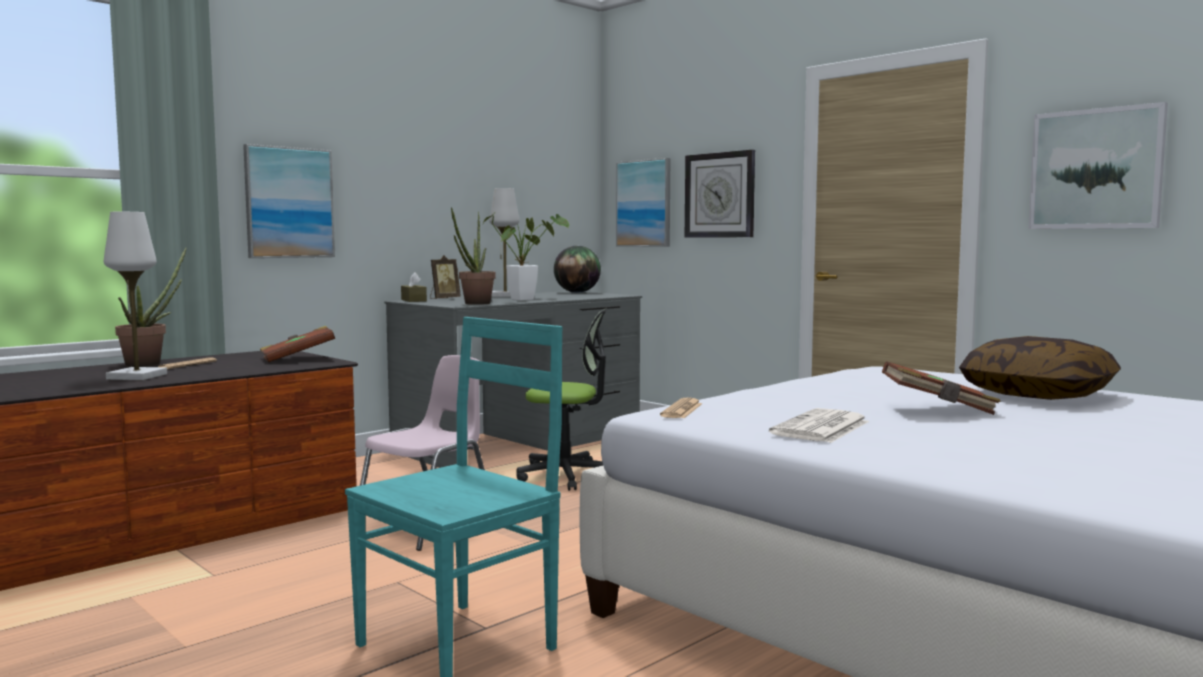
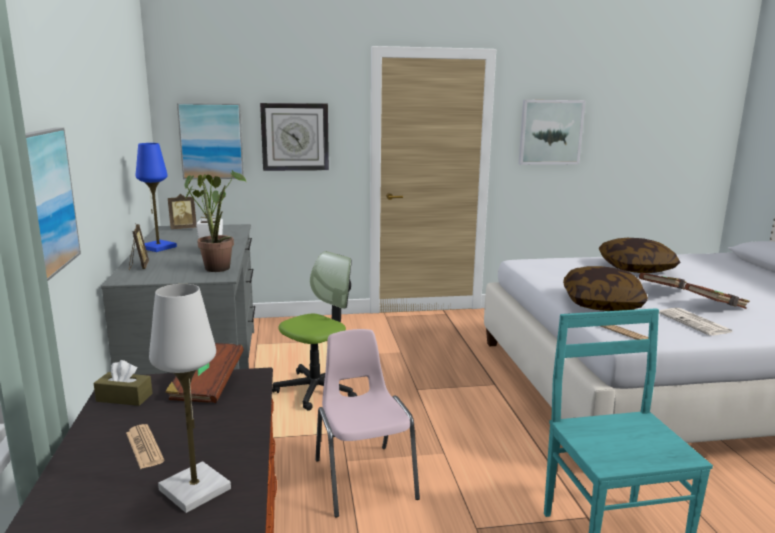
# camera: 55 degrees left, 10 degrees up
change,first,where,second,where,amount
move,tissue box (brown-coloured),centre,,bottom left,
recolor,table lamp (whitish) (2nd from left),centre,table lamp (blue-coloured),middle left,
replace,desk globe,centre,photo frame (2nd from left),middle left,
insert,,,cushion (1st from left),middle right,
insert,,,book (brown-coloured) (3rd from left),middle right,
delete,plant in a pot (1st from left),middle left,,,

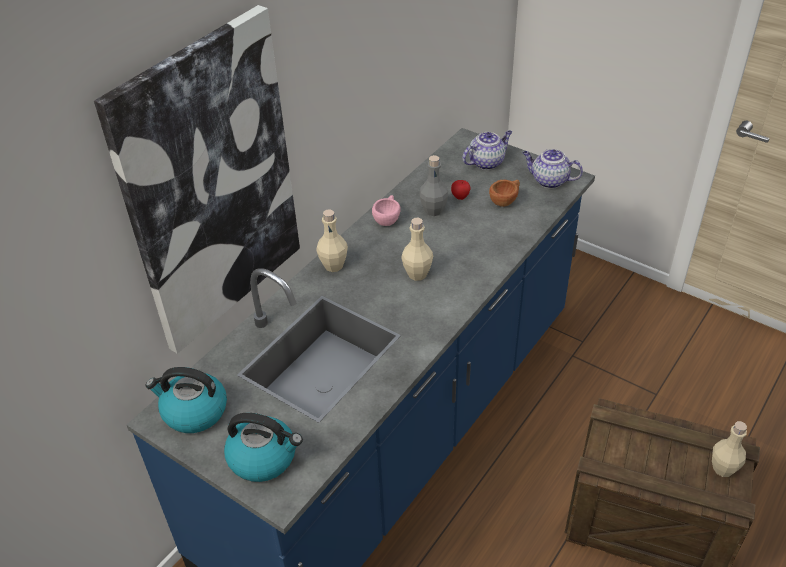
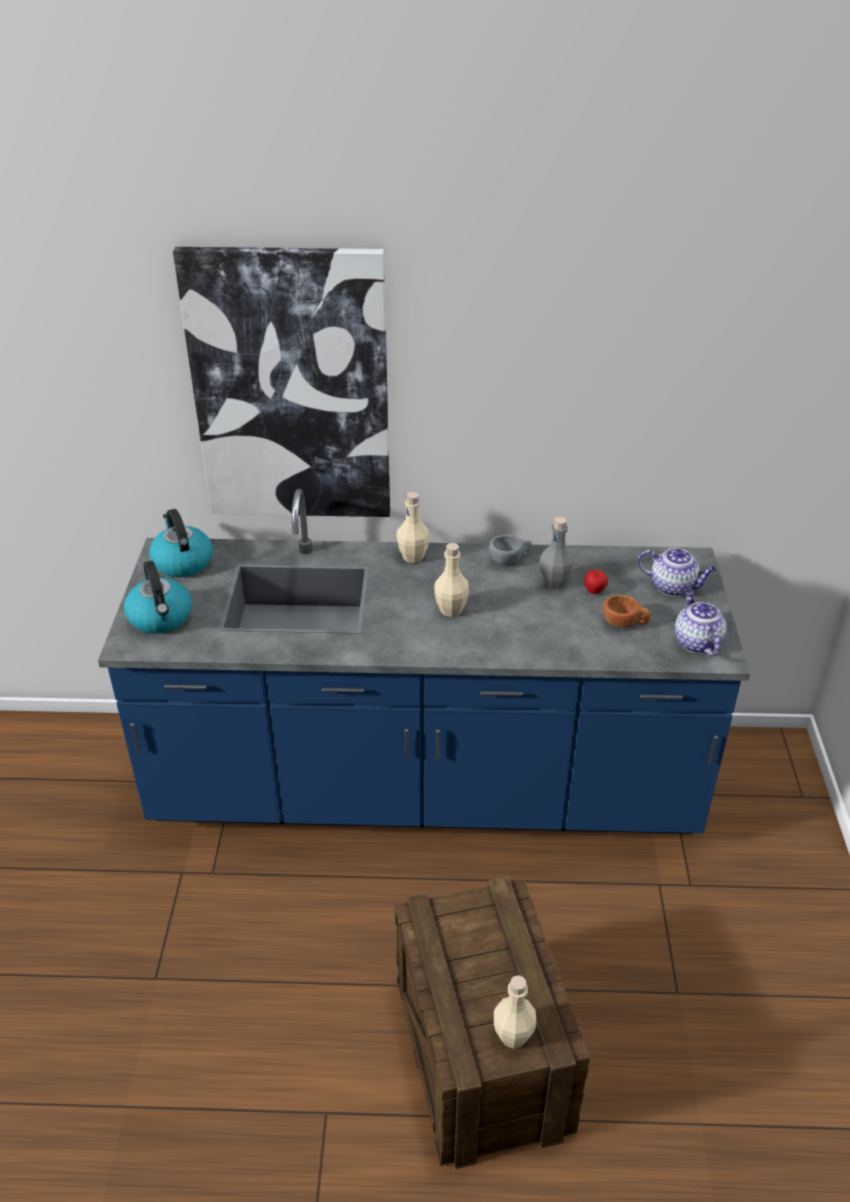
# camera: 55 degrees right, 5 degrees down
change,first,where,second,where,amount
recolor,drinking cup (pink),centre,drinking cup (grey),centre,

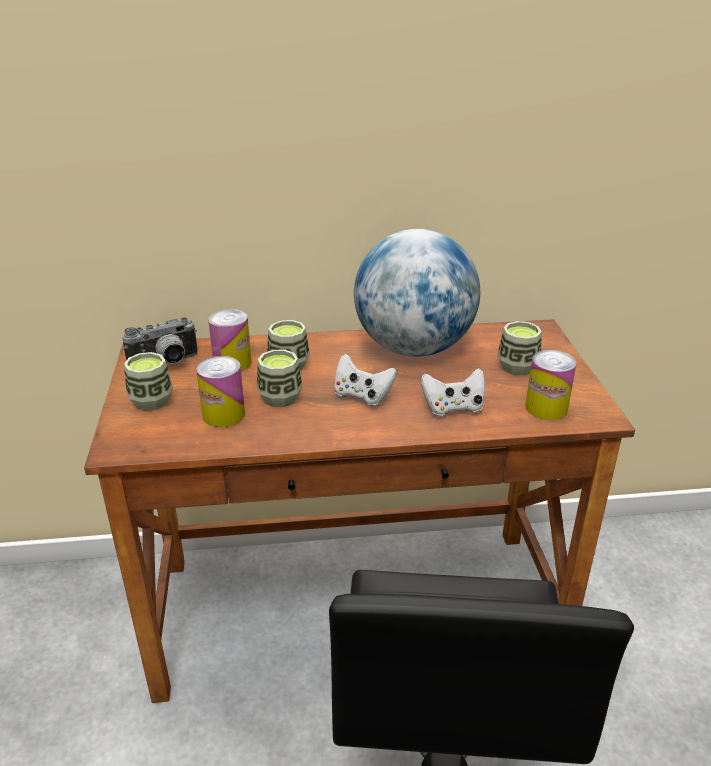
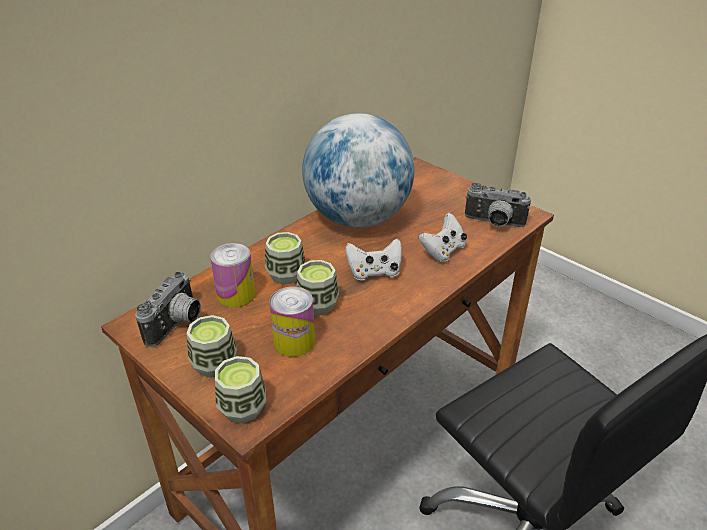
# camera: 40 degrees left, 5 degrees up
change,first,where,second,where,amount
move,drinking cup (4th from left in the first image),middle right,drinking cup (2nd from left),bottom centre,
replace,metal can (3rd from left),middle right,photo camera (2nd from left),middle right,

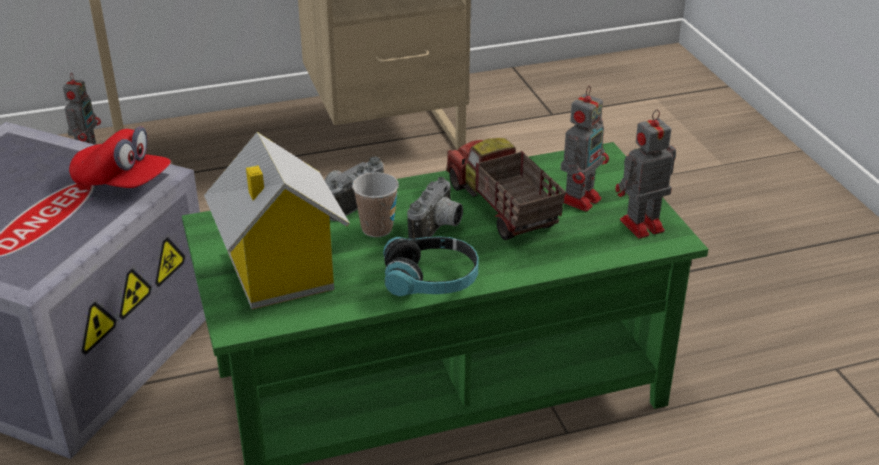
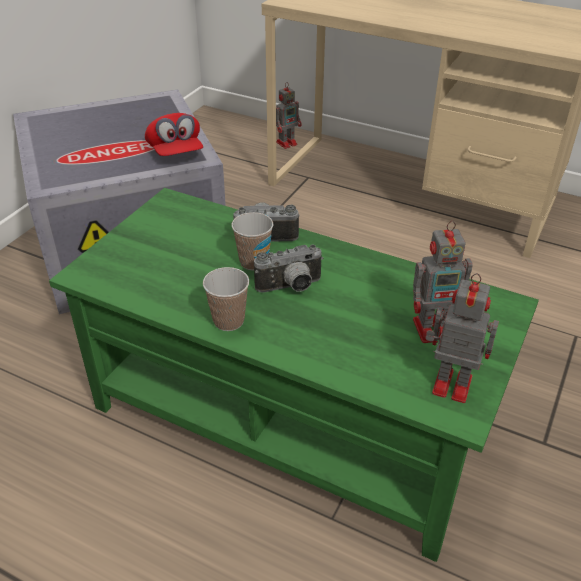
# camera: 45 degrees right, 5 degrees up
change,first,where,second,where,amount
replace,pair of headphones,centre,drinking cup (1st from left),centre,
delete,miniature house,middle left,,,
delete,toy truck,centre,,,

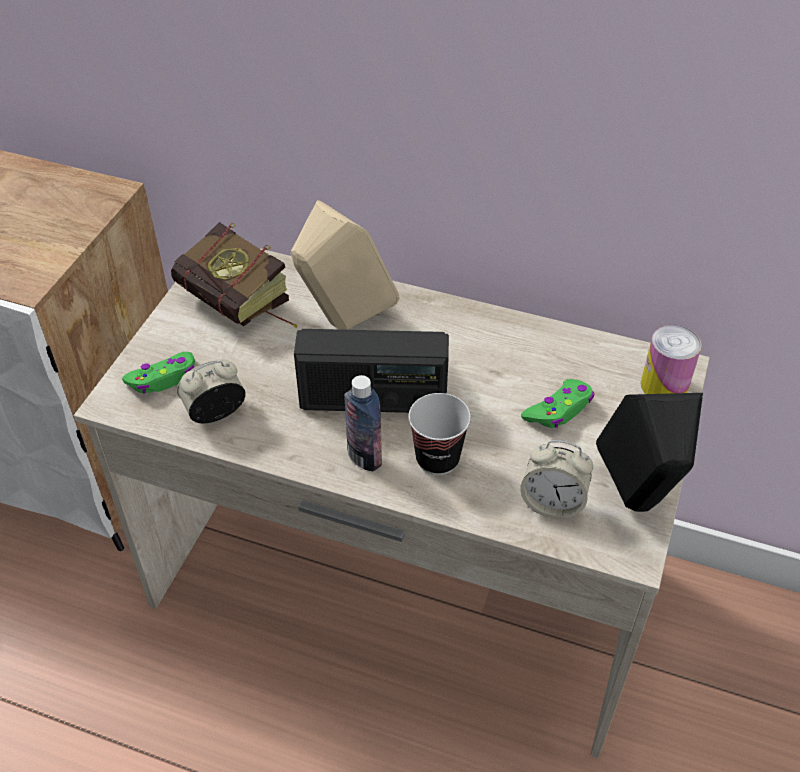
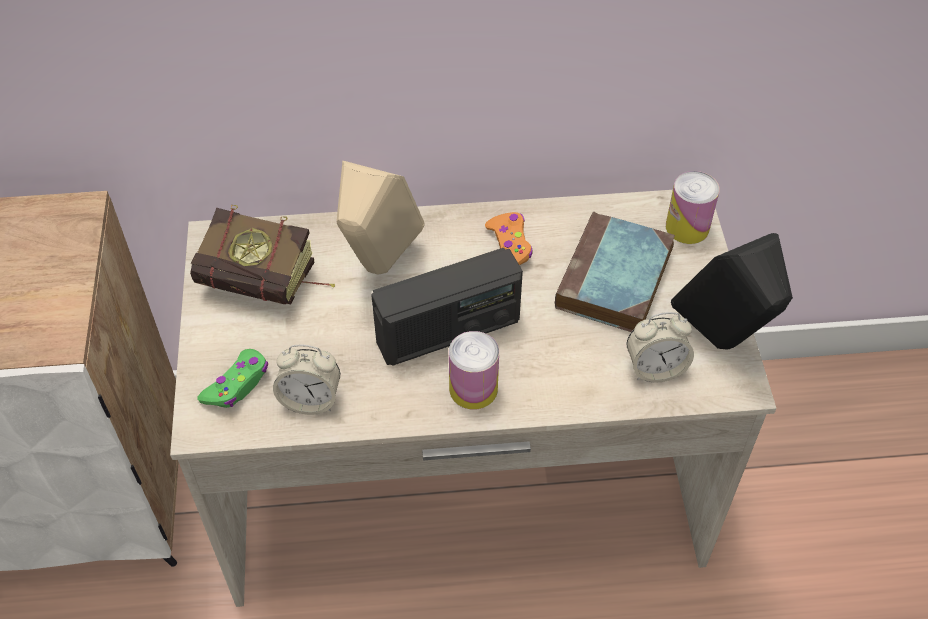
# camera: 25 degrees left, 5 degrees up
change,first,where,second,where,amount
rotate,table clock (1st from left),middle left,,middle left,120 degrees counterclockwise
replace,drink bottle,centre,metal can (1st from left),centre,
insert,,,gamepad (orangey),centre,
replace,gamepad (green-coloured) (2nd from left),middle right,book (2nd from left),centre,
delete,drinking cup,centre,,,

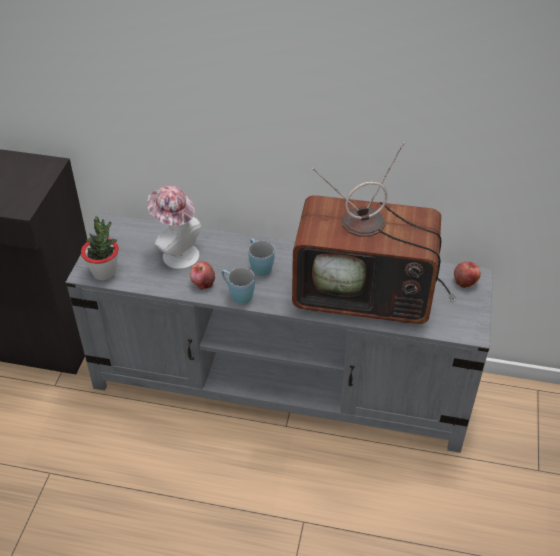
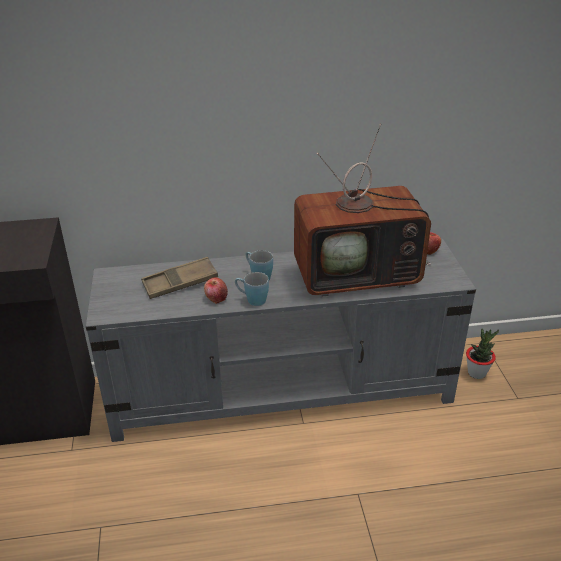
# camera: 20 degrees left, 10 degrees down
change,first,where,second,where,amount
replace,hat,middle left,carrying tray (brown-coloured),middle left,
move,plant in a pot,middle left,,middle right,

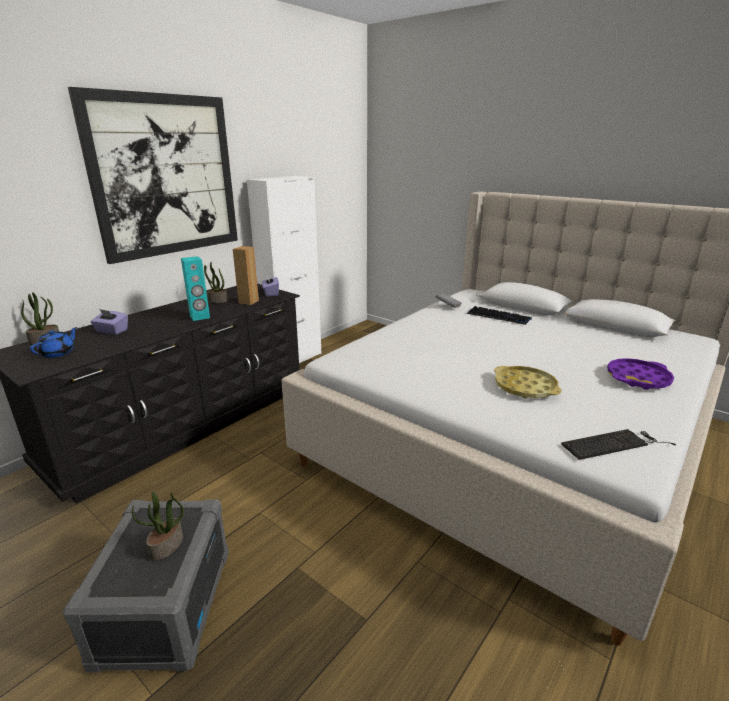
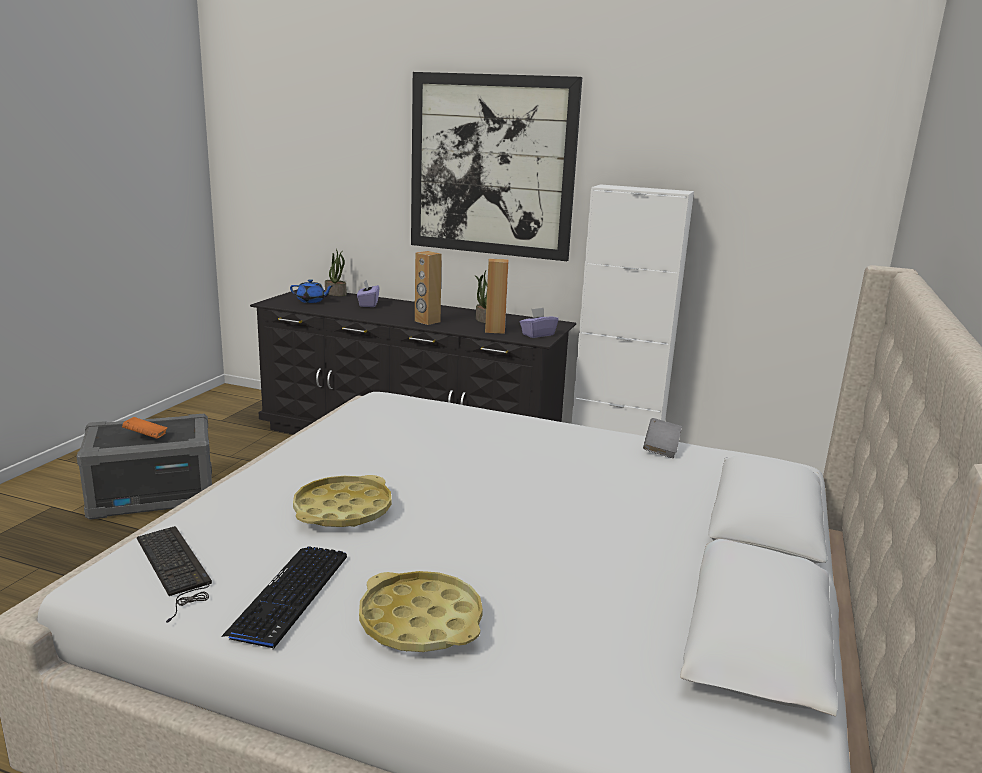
# camera: 70 degrees right, 5 degrees down
change,first,where,second,where,amount
replace,plant in a pot (2nd from left),bottom left,book (orangey),middle left,
move,PC keyboard (1st from left in the first image),middle right,PC keyboard (2nd from left),bottom left,
recolor,carrying tray (purplish),middle right,carrying tray (yellow-coloured) (2nd from left),bottom centre,
recolor,loudspeaker (turquoise),middle left,loudspeaker (brown-coloured) (1st from left),centre,

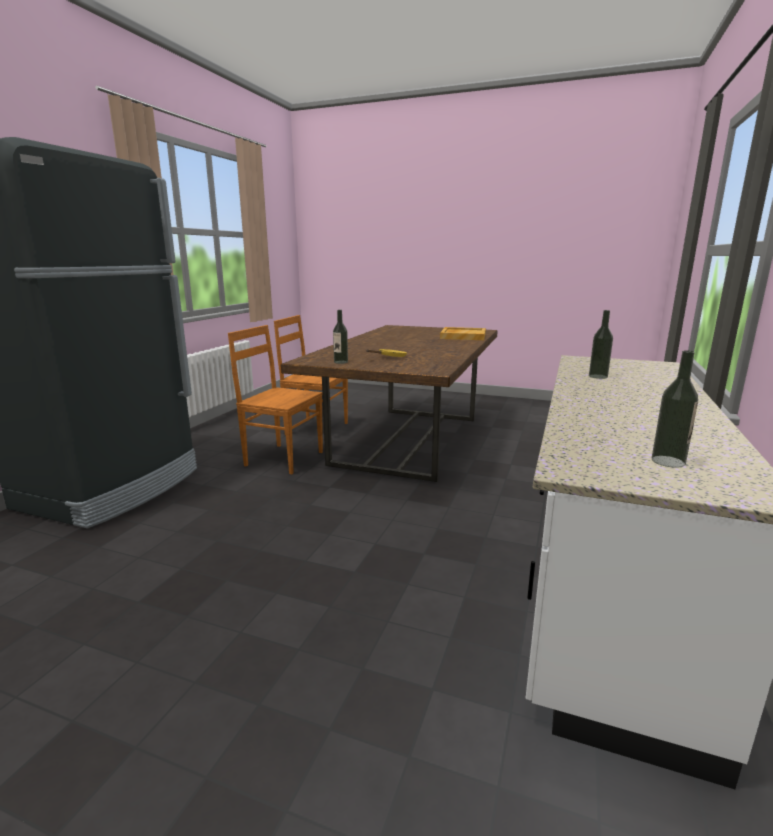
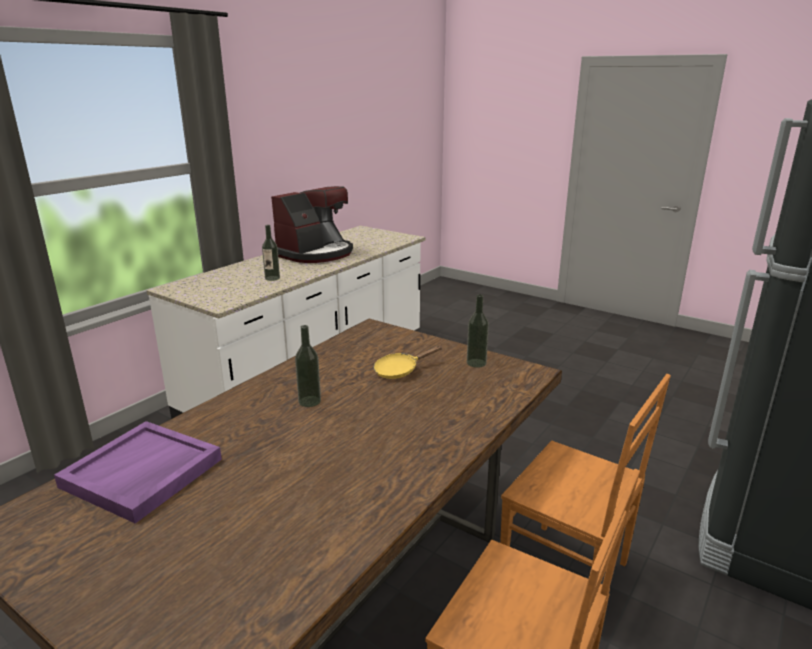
# camera: 165 degrees left, 5 degrees up
change,first,where,second,where,amount
recolor,carrying tray (beige),centre,carrying tray (purplish),bottom left,
insert,,,coffee machine,centre,
move,drink bottle (3rd from left in the first image),middle right,drink bottle (2nd from left),centre,

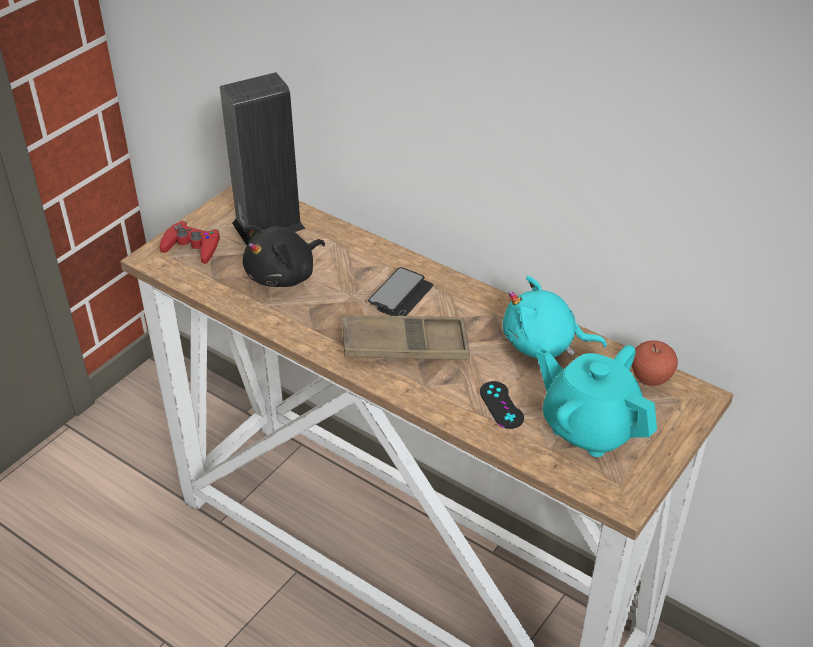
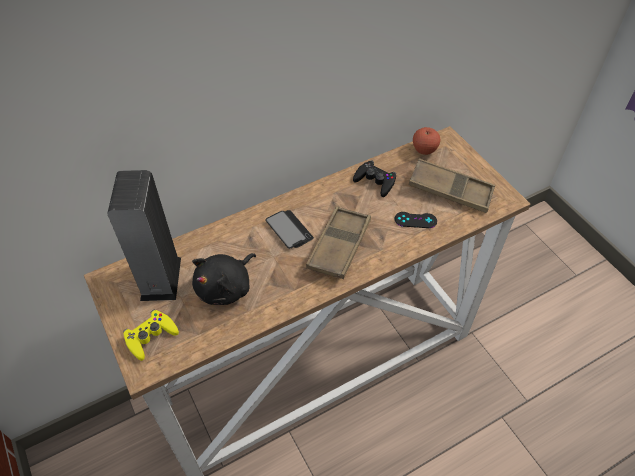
# camera: 65 degrees left, 10 degrees up
change,first,where,second,where,amount
recolor,gamepad (red),middle left,gamepad (yellow-coloured),bottom left,
rotate,cuddly toy (blackish),centre,,centre,60 degrees clockwise
replace,cuddly toy (turquoise),middle right,gamepad (blackish) (1st from left),centre,
replace,pot for tea (turquoise),middle right,carrying tray (brown-coloured) (2nd from left),middle right,

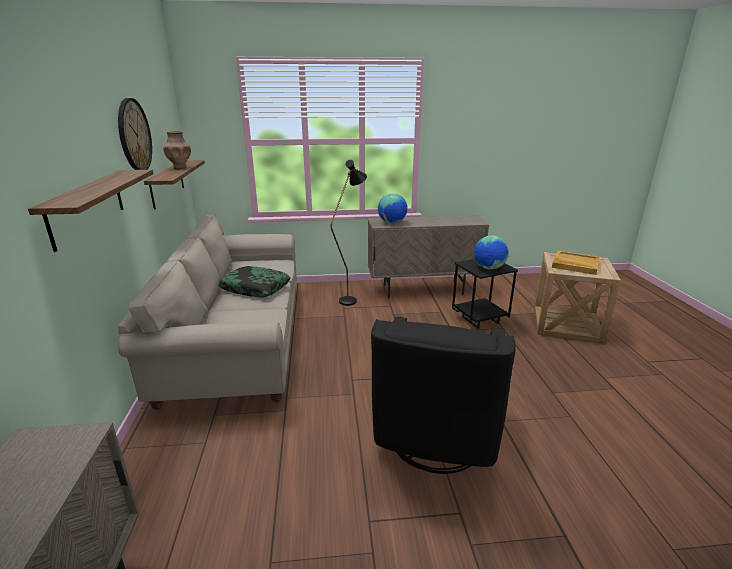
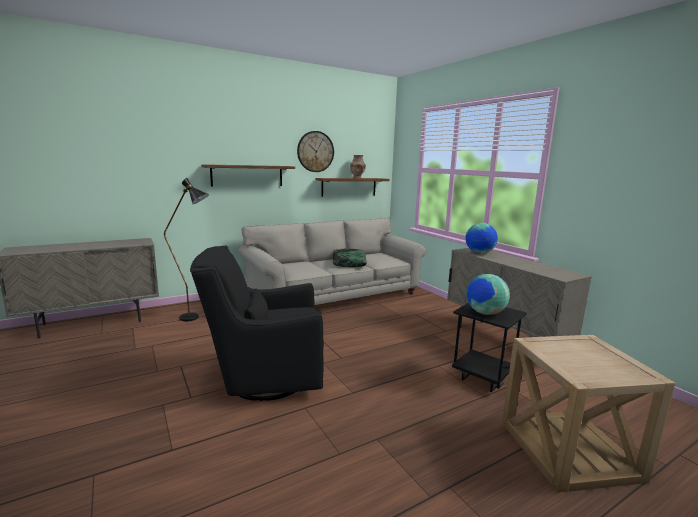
# camera: 65 degrees right, 10 degrees down
change,first,where,second,where,amount
move,standing lamp (blackish),centre,,middle left,
delete,carrying tray (beige),middle right,,,

